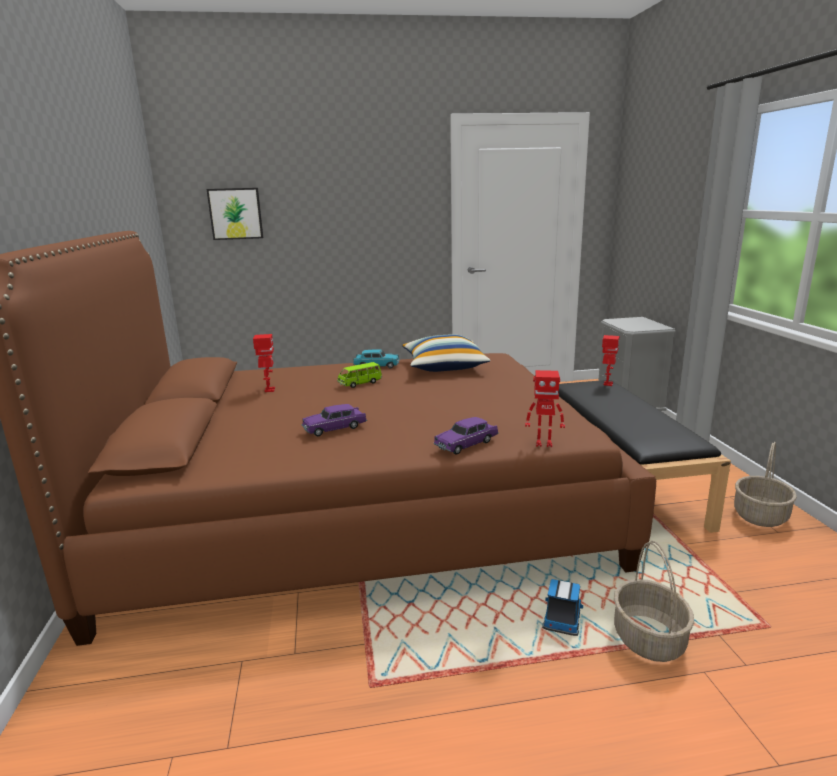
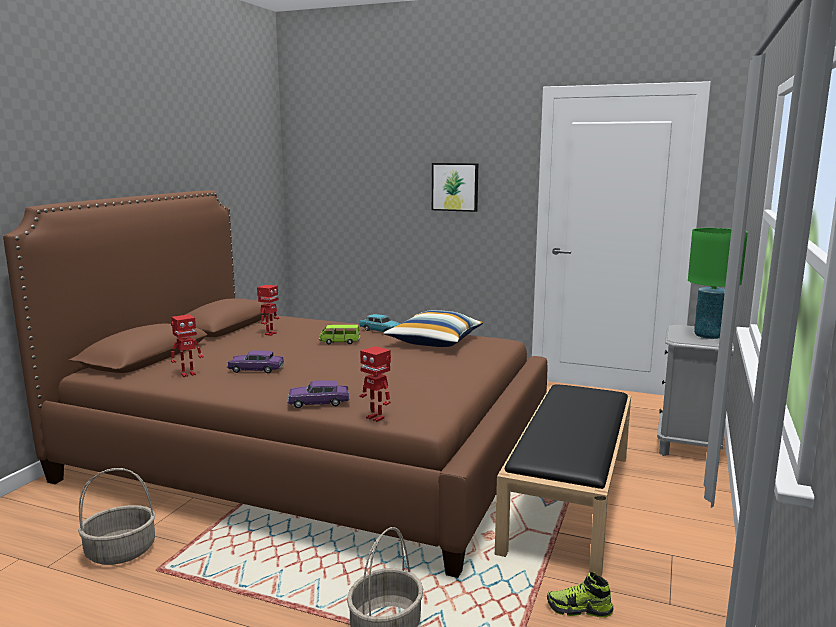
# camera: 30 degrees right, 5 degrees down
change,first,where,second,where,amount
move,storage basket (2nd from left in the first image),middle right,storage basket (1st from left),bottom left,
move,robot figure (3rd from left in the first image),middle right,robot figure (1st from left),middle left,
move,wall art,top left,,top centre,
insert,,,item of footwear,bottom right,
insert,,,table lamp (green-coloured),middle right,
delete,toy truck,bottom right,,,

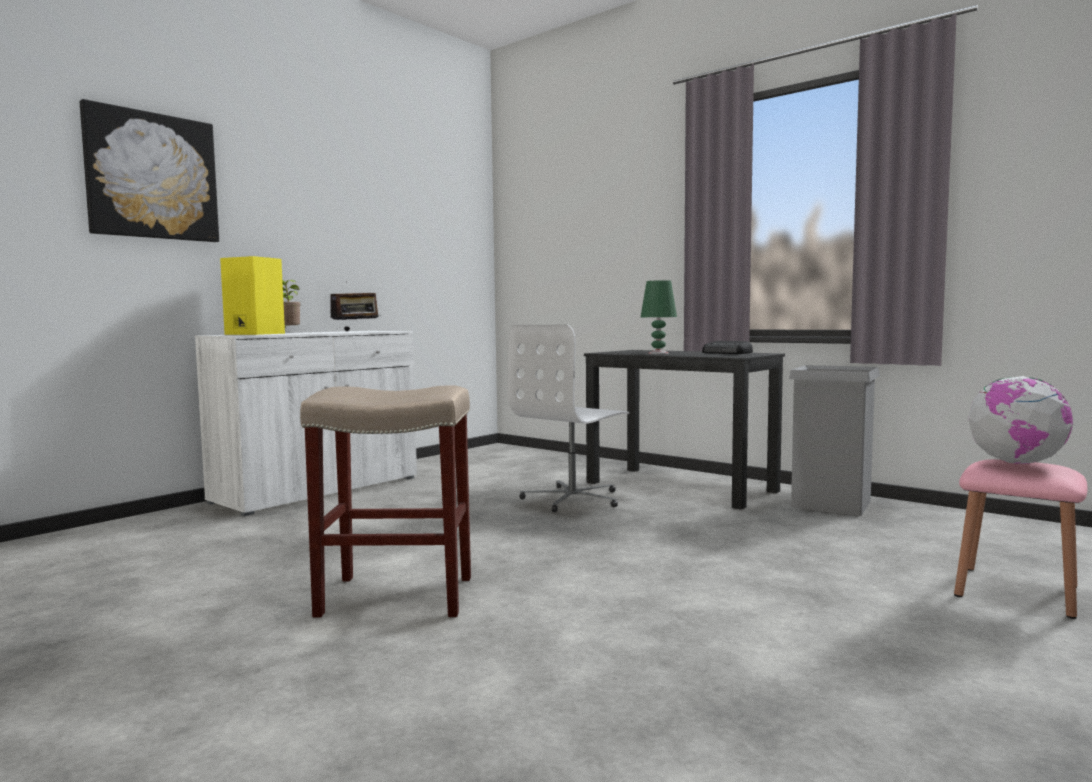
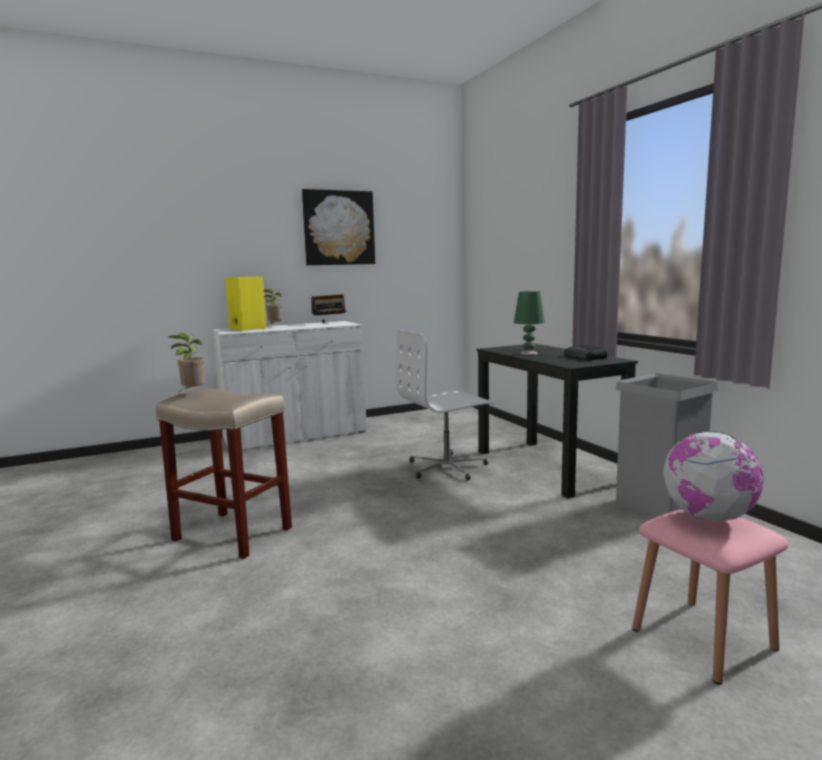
# camera: 25 degrees right, 5 degrees up
change,first,where,second,where,amount
insert,,,plant in a pot (1st from left),middle left,
move,wall art,top left,,top centre,

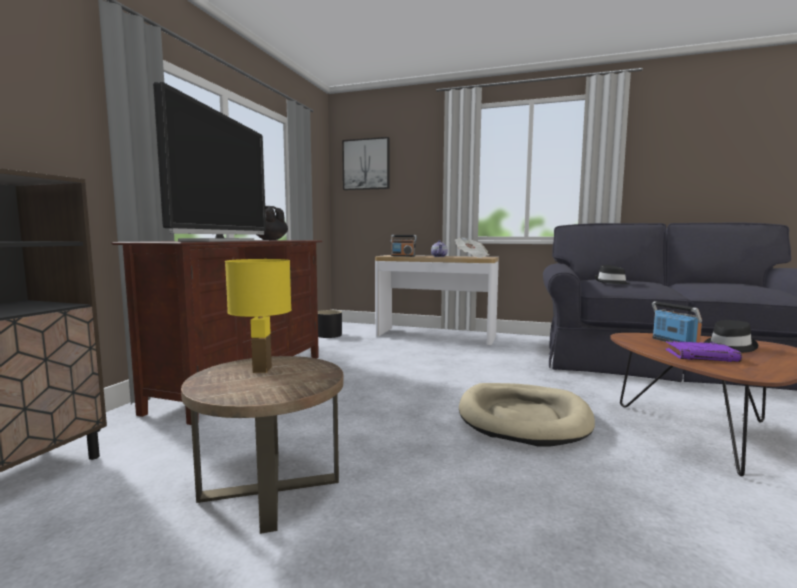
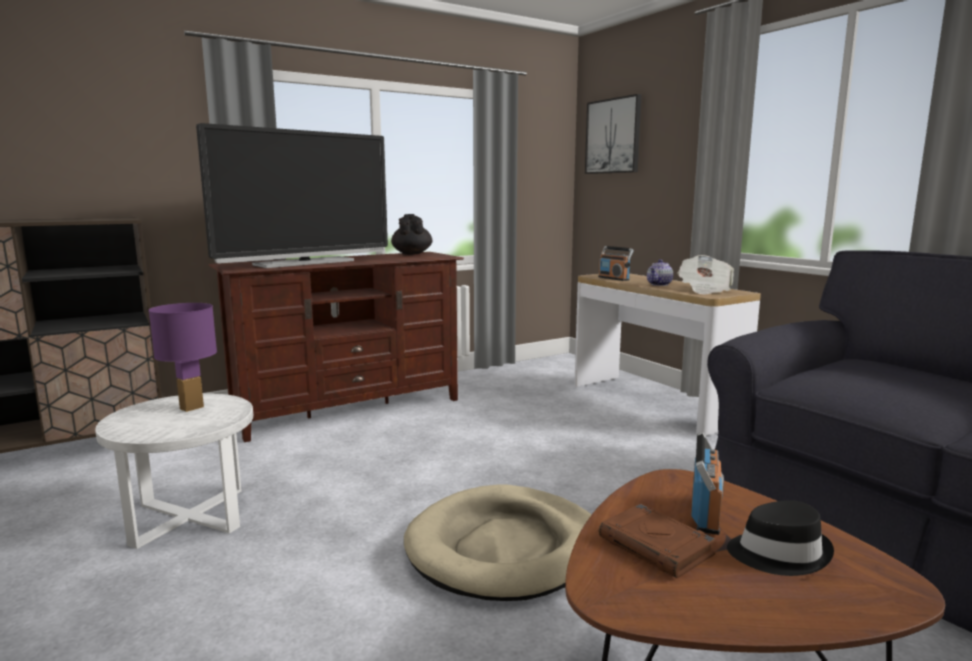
# camera: 40 degrees right, 5 degrees up
change,first,where,second,where,amount
recolor,end table (brown-coloured),bottom left,end table (whitish),bottom left,
recolor,table lamp (yellow-coloured),middle left,table lamp (purplish),middle left,
recolor,book (purplish),middle right,book (brown-coloured),bottom right,
delete,planter (blackish),centre,,,
delete,hat (blackish) (1st from left),middle right,,,

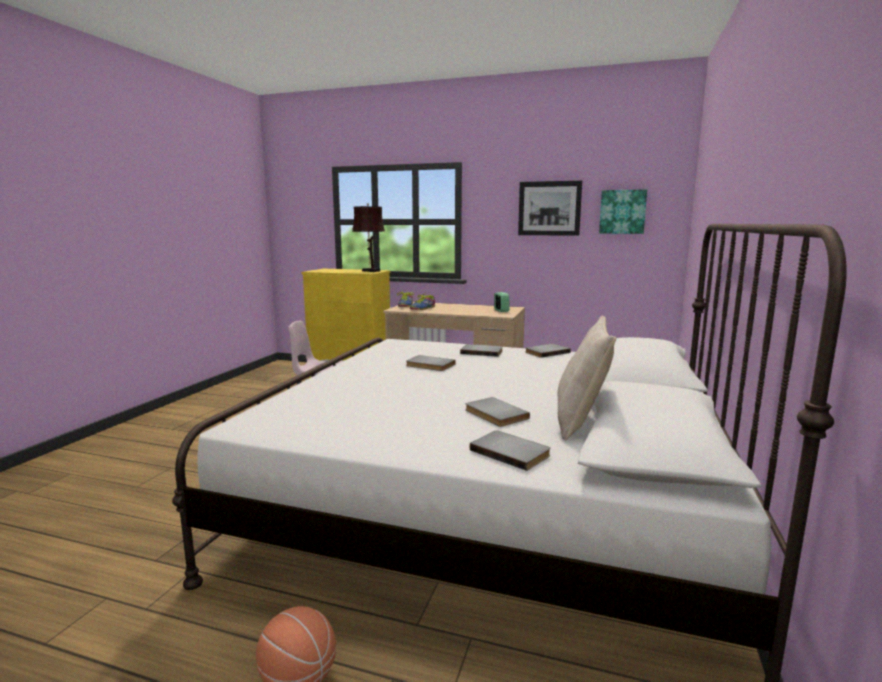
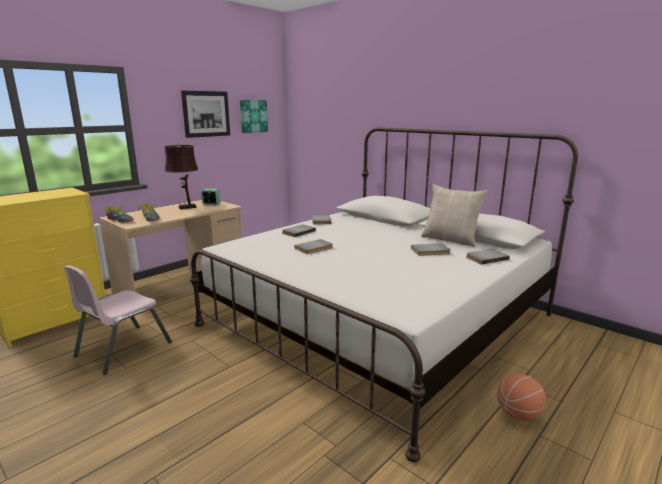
# camera: 65 degrees left, 5 degrees up
change,first,where,second,where,amount
move,table lamp (brown-coloured),centre,,middle left,

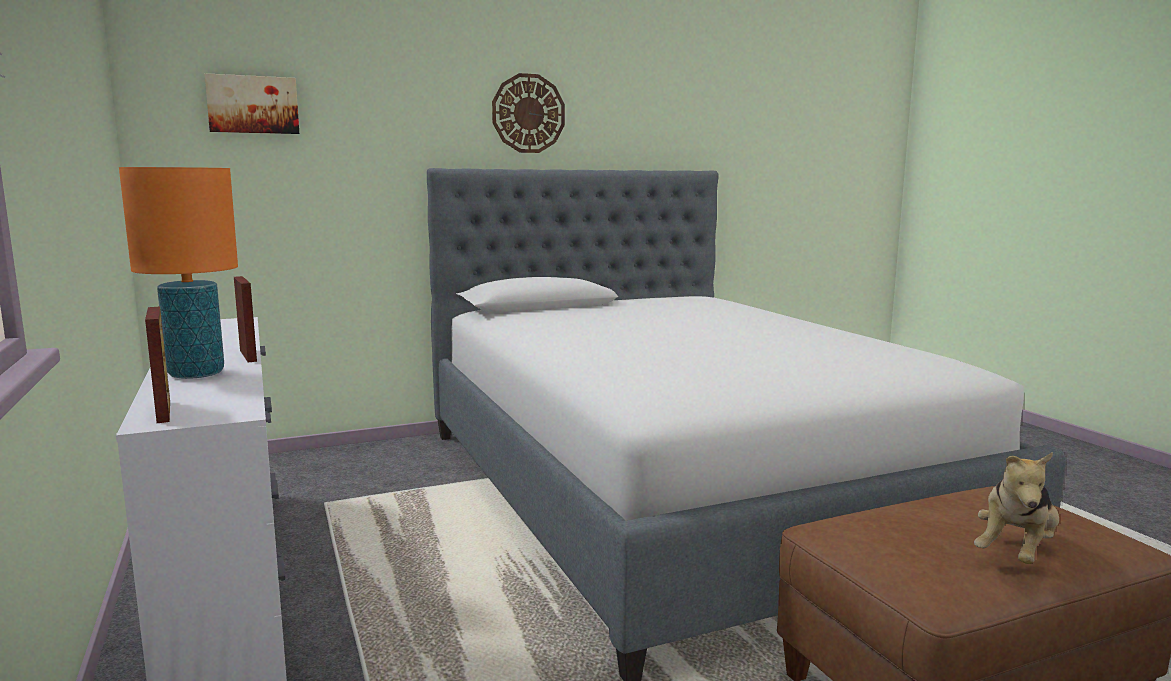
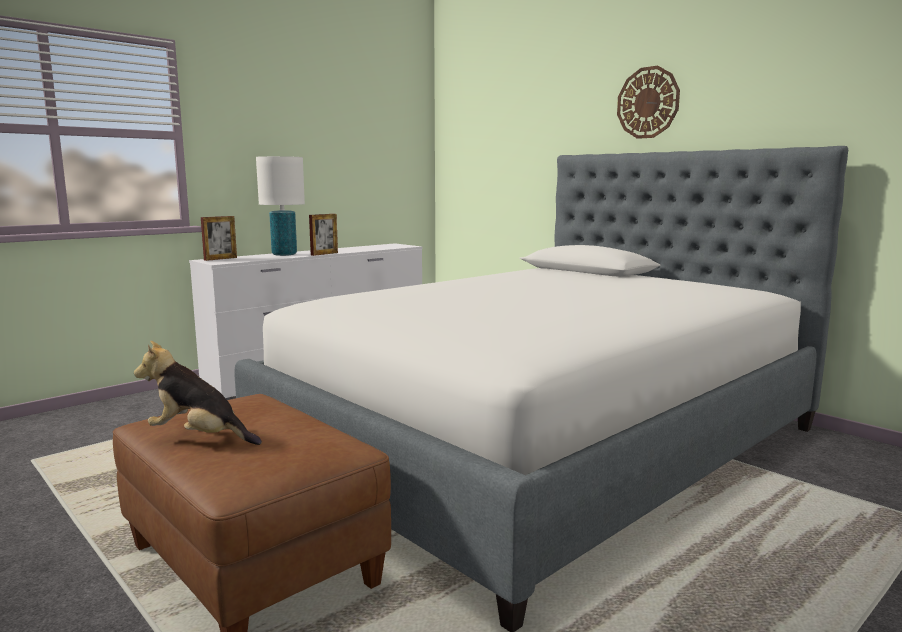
# camera: 70 degrees right, 0 degrees up
change,first,where,second,where,amount
recolor,table lamp (orangey),middle left,table lamp (whitish),top left,
delete,wall art,top left,,,

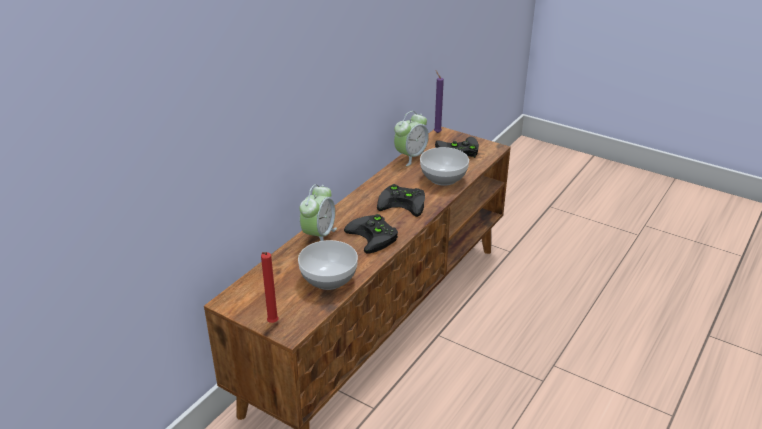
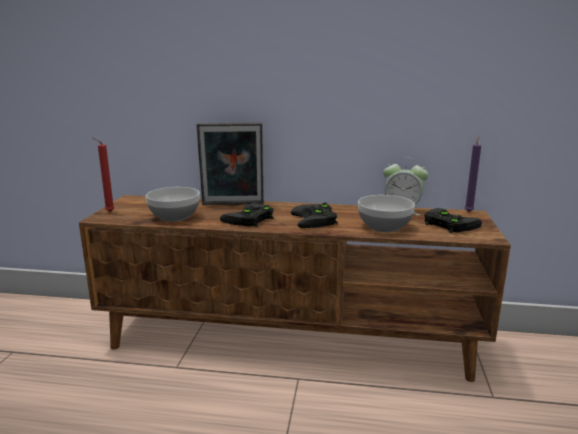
# camera: 65 degrees right, 15 degrees down
change,first,where,second,where,amount
replace,table clock (1st from left),centre,photo frame,centre,

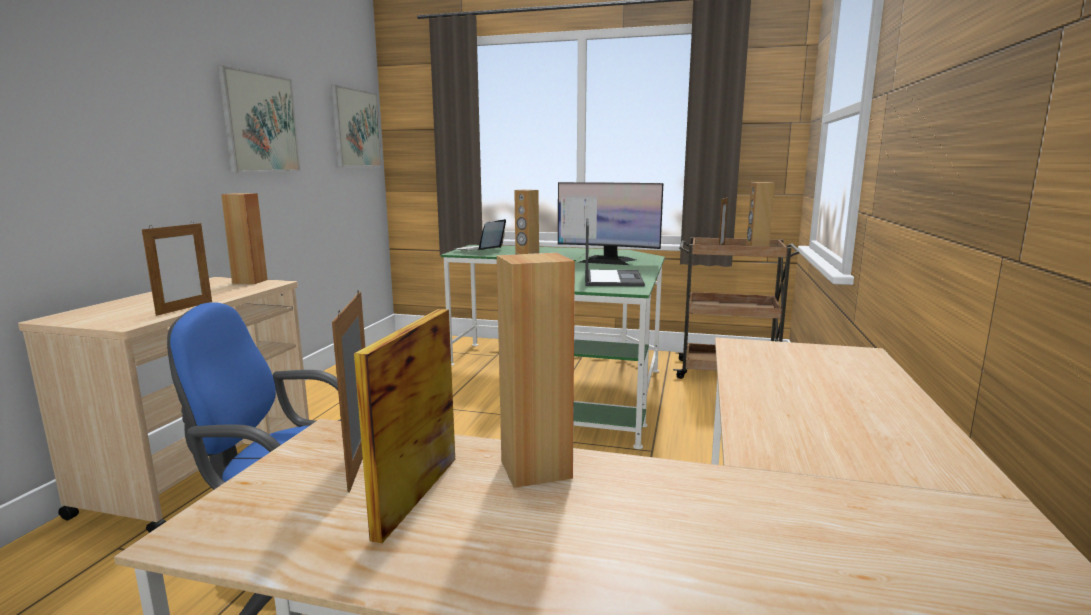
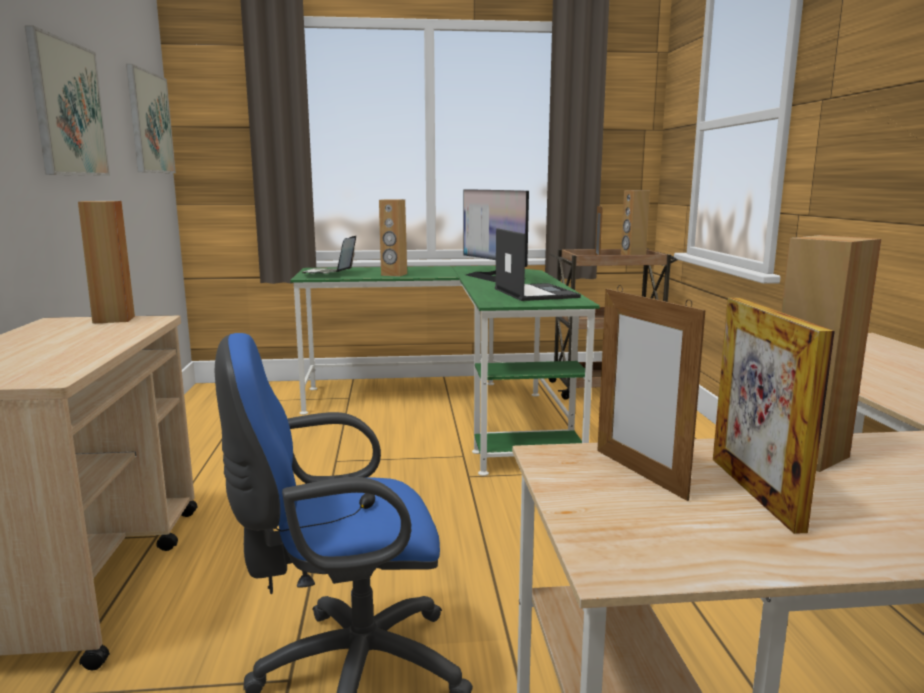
# camera: 20 degrees left, 0 degrees up
change,first,where,second,where,amount
rotate,computer display,centre,,centre,60 degrees clockwise
delete,photo frame (1st from left),middle left,,,

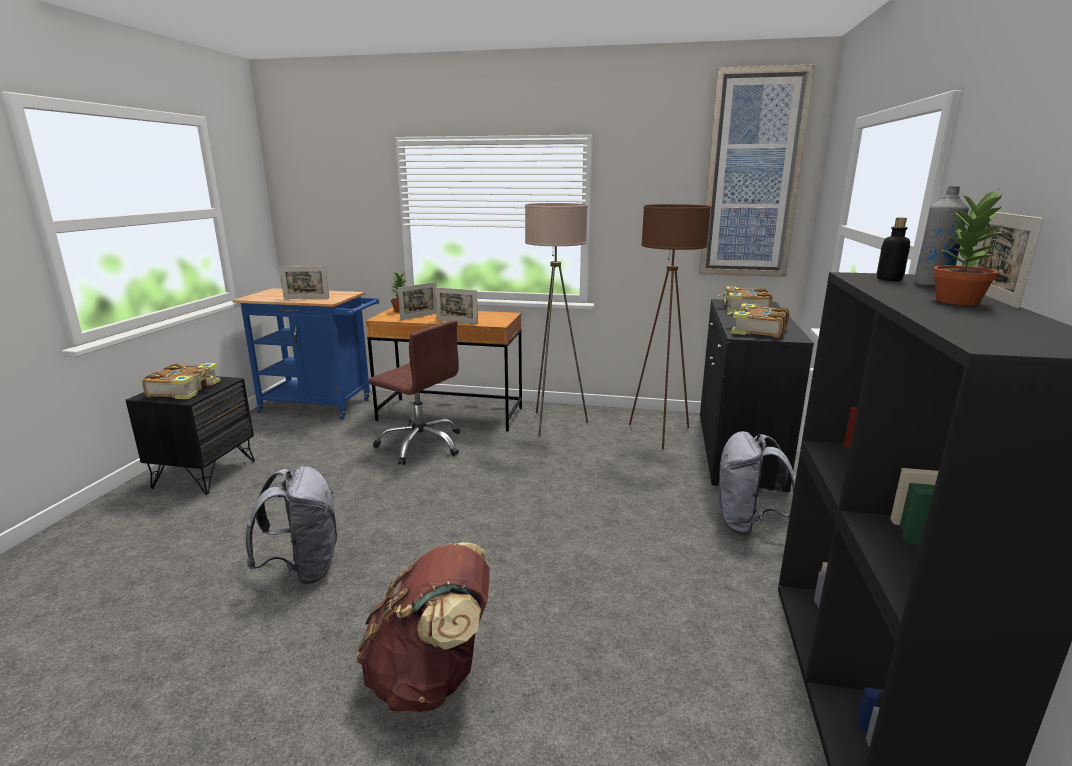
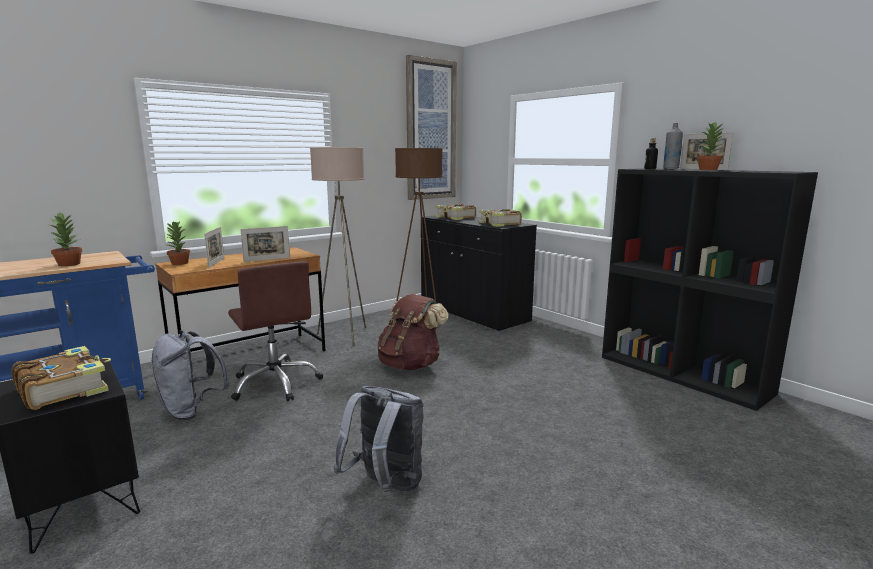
# camera: 50 degrees left, 5 degrees down
change,first,where,second,where,amount
replace,photo frame (1st from left),middle left,plant in a pot (1st from left),middle left,
move,rucksack (grey) (2nd from left in the first image),middle right,rucksack (grey) (1st from left),middle left,
rotate,office chair (brown-coloured),centre,,middle left,75 degrees clockwise
move,rucksack (brown-coloured),bottom centre,,centre,

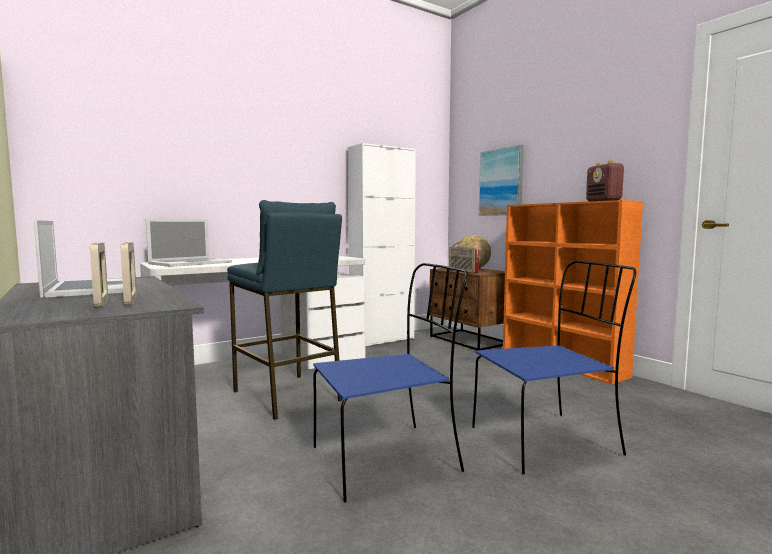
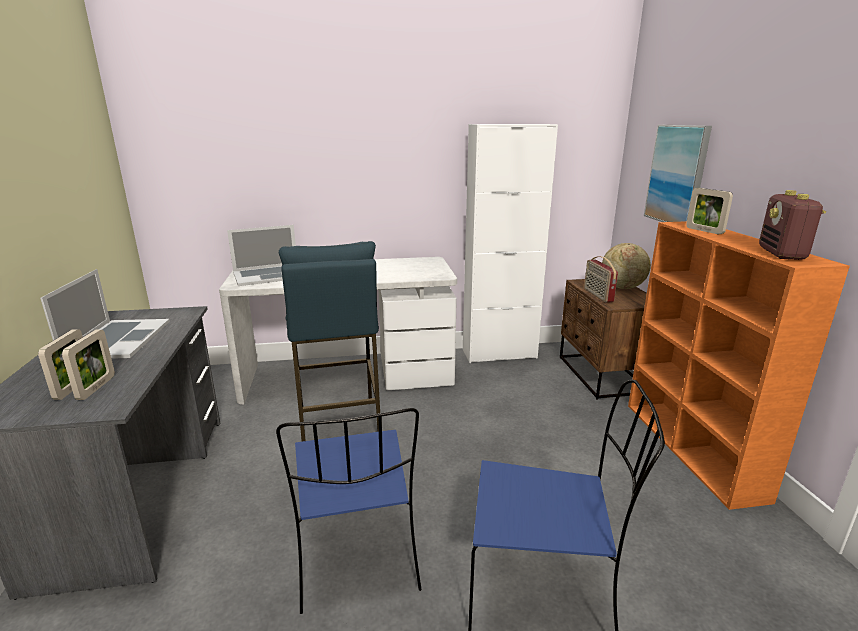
# camera: 25 degrees right, 15 degrees up
change,first,where,second,where,amount
rotate,plain chair (blue-coloured) (1st from left),bottom centre,,bottom centre,75 degrees clockwise
insert,,,photo frame (3rd from left),middle right,

